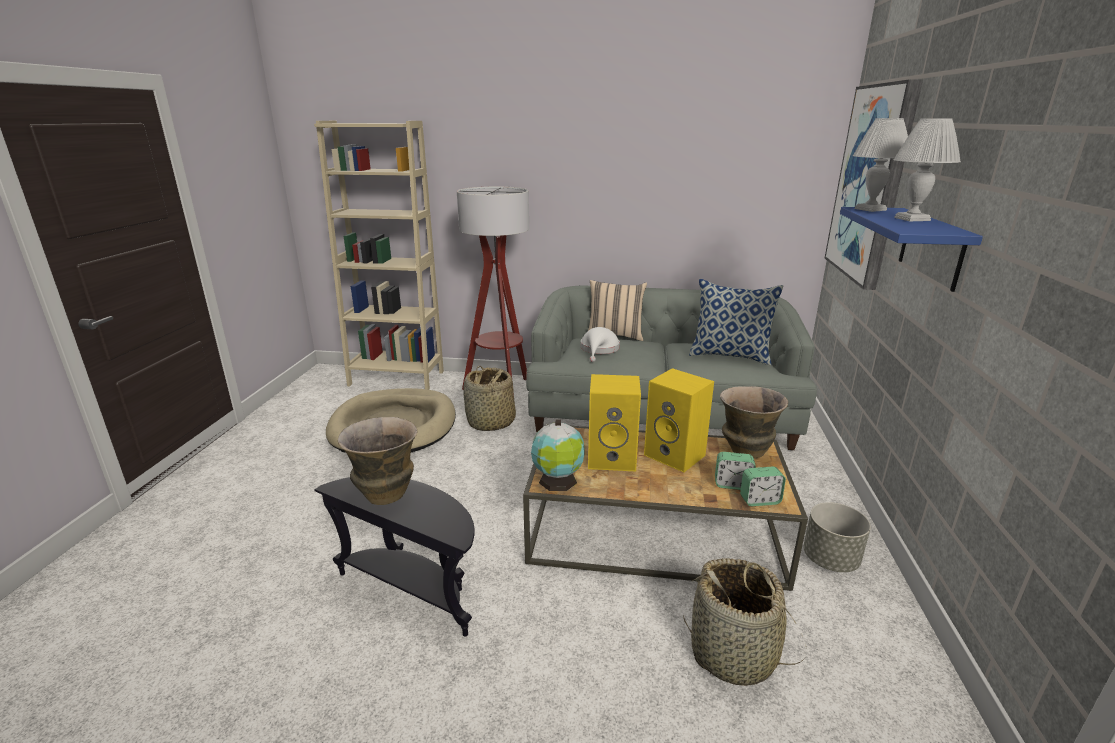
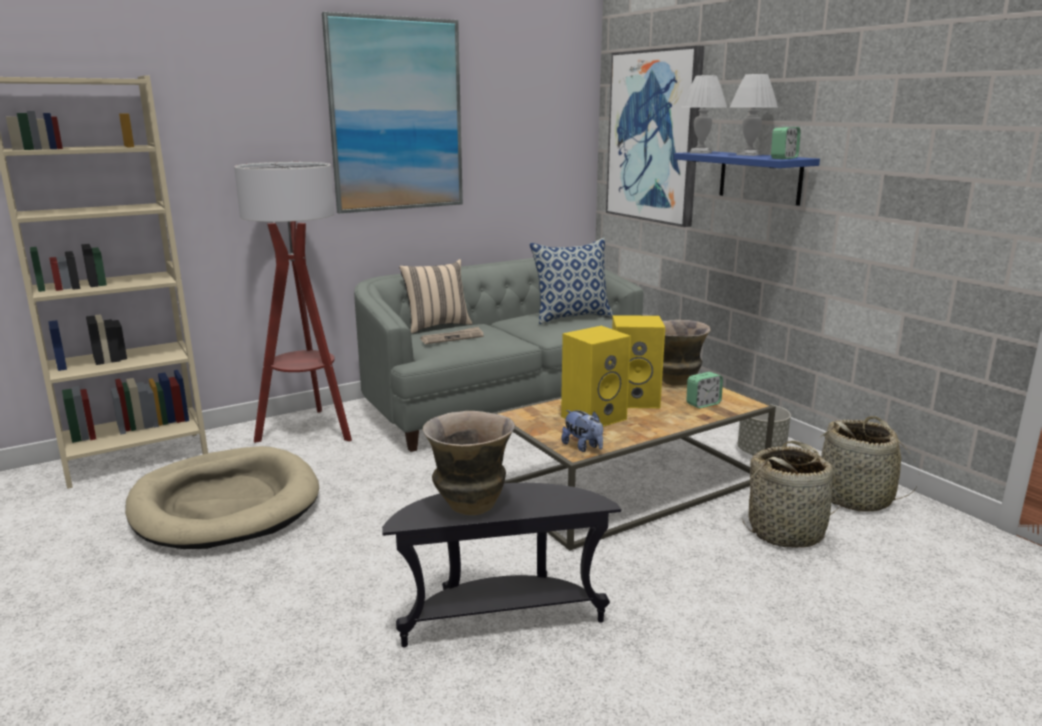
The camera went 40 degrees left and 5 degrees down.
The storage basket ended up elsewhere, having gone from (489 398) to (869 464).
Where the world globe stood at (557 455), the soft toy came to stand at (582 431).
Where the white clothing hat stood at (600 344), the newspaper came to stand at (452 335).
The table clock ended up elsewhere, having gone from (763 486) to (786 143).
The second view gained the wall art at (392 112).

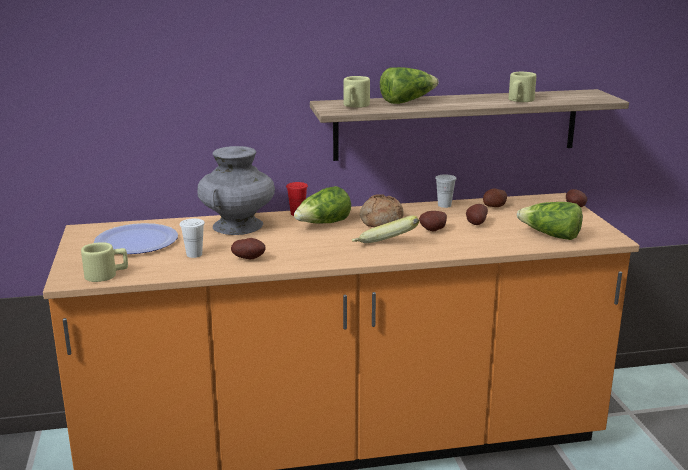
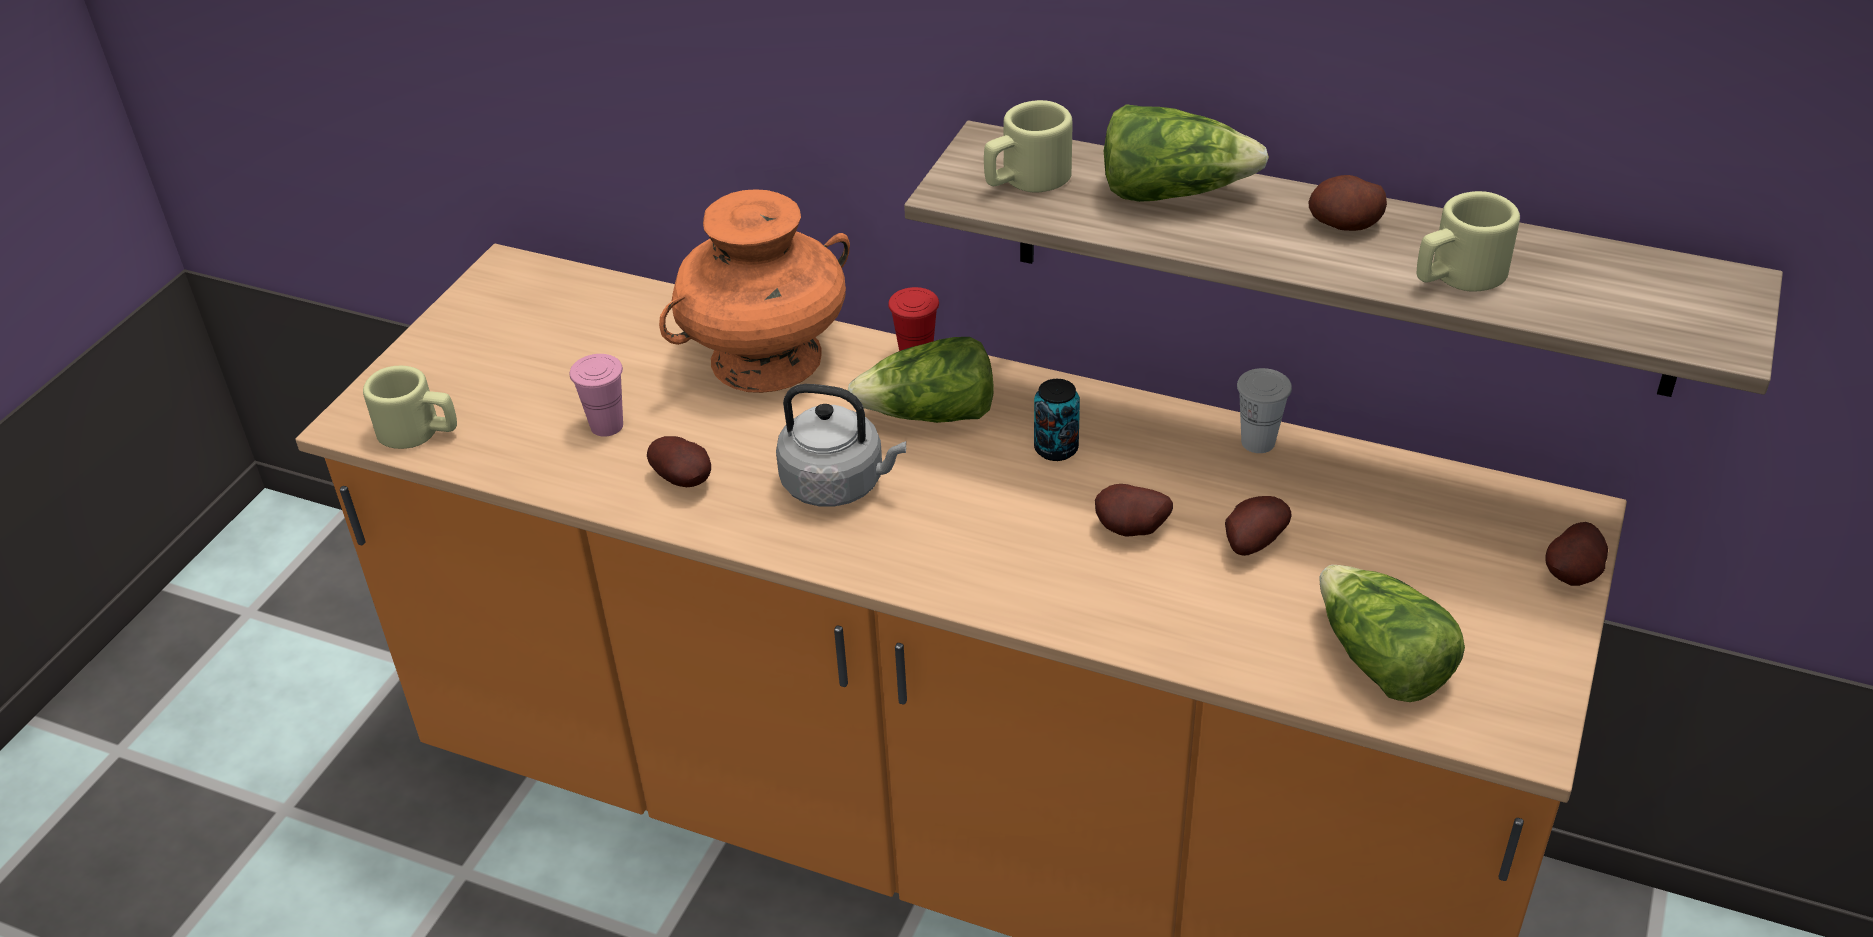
The camera went 35 degrees right and 20 degrees up.
The second view lost the dinner plate at (136 238).
What was the white cup at (192 238) turned into the pink cup at (596 395).
What was the greyish vase at (236 190) turned into the orange vase at (754 291).
The second view lost the banana fruit at (385 229).
Where the bakery bread stood at (381 210), the sealed can came to stand at (1057 420).
The whole potato ended up elsewhere, having gone from (495 197) to (1347 203).
The second view gained the greyish water kettle at (841 445).

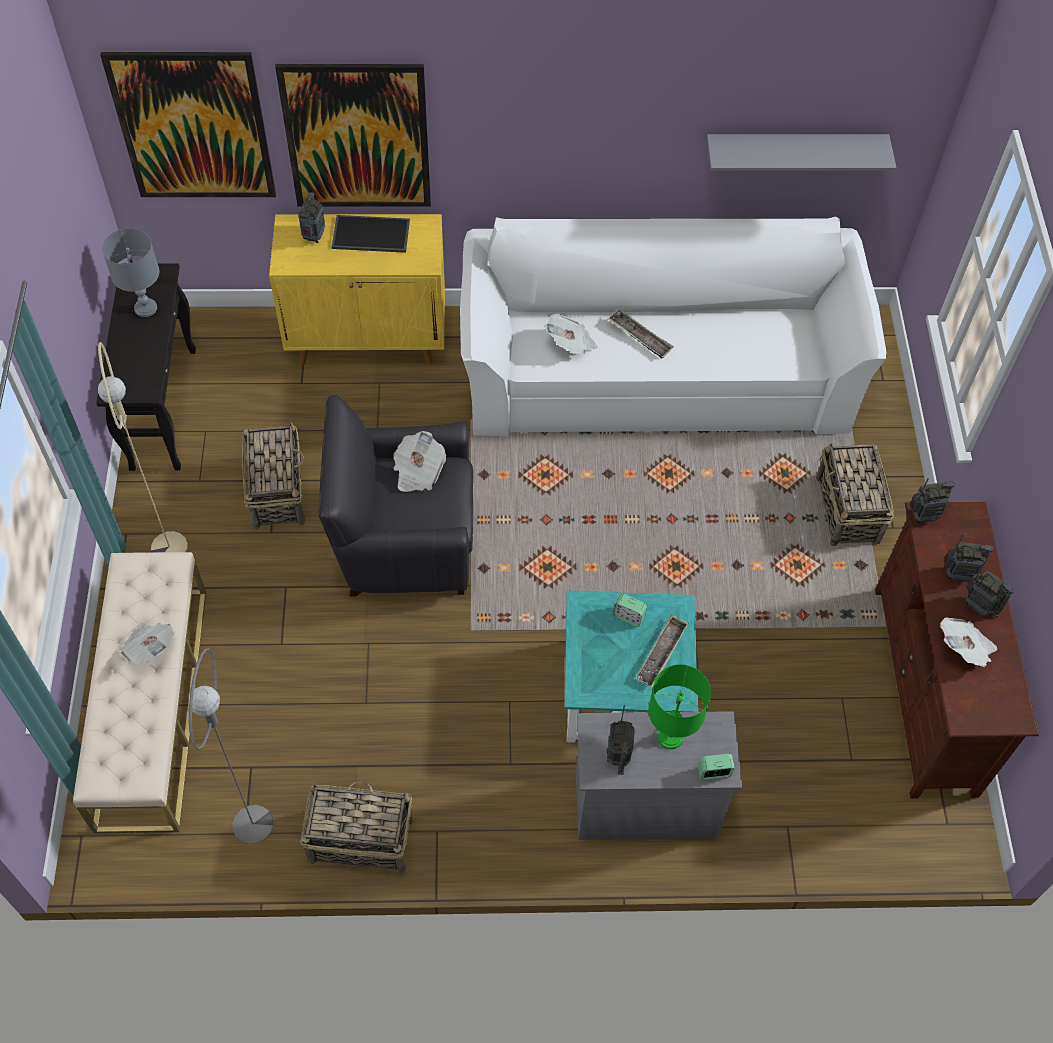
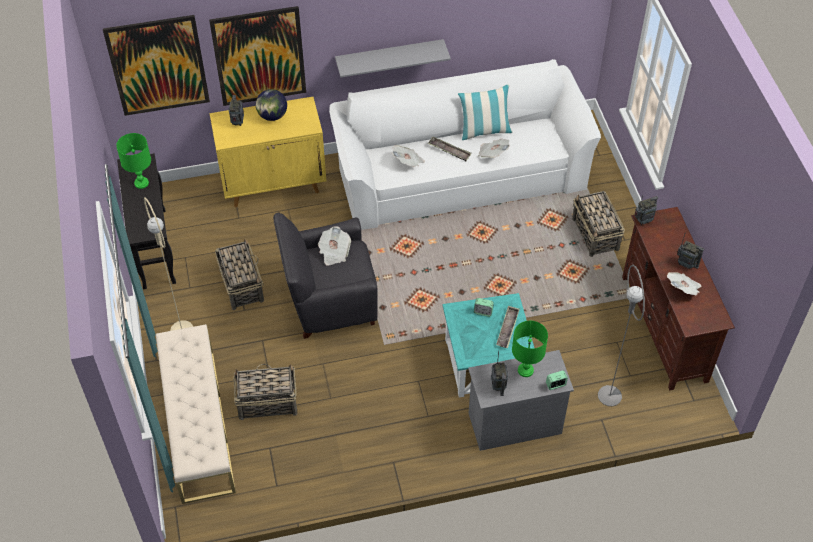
The camera went 10 degrees left and 5 degrees down.
What was the greyish table lamp at (130 272) turned into the green-coloured table lamp at (133 161).
The newspaper ended up elsewhere, having gone from (147 644) to (494 148).
The greyish standard lamp ended up elsewhere, having gone from (231 746) to (621 335).
The storage basket ended up elsewhere, having gone from (356 827) to (265 392).
Where the tray stood at (371 234), the world globe came to stand at (271 105).
The greyish wall shelf ended up elsewhere, having gone from (801 152) to (393 58).
The second view lost the radio set at (969 558).
The second view gained the pillow at (485 112).

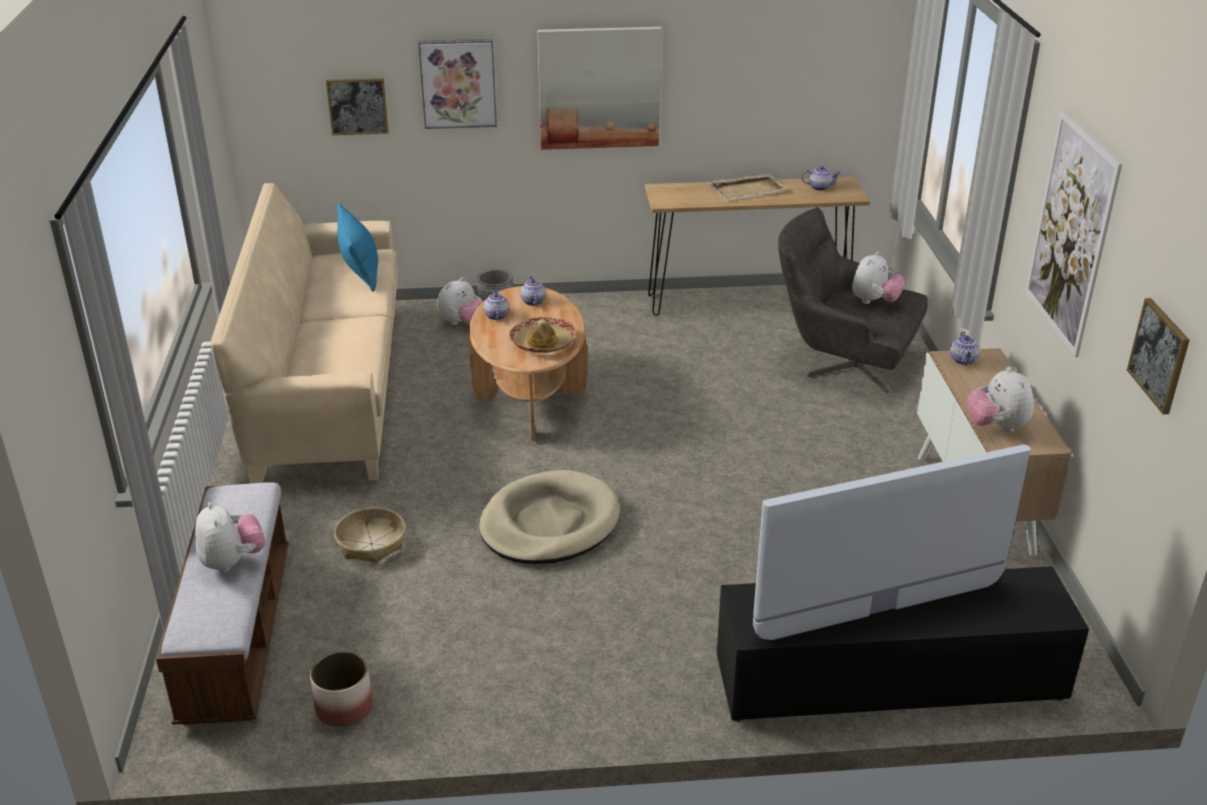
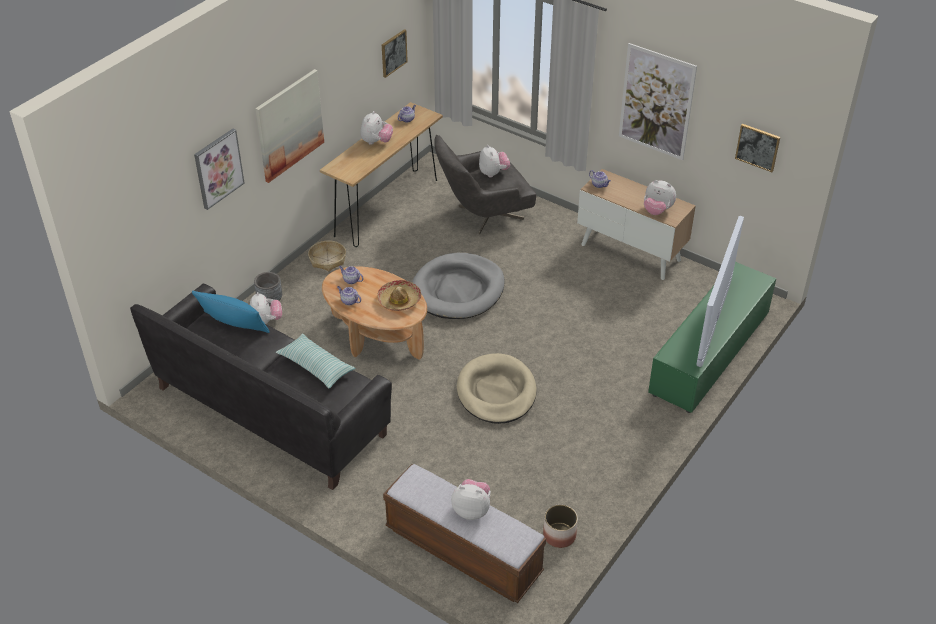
The camera went 50 degrees left and 10 degrees up.
What was the beige settee at (304 333) turned into the black settee at (261 387).
The wall art ended up elsewhere, having gone from (357 106) to (395 53).
The storage basket ended up elsewhere, having gone from (369 535) to (327 255).
Where the beige tray stood at (747 187), the soft toy came to stand at (376 128).
What was the black tv unit at (903 644) turned into the green-coloured tv unit at (712 337).
The second view gained the pillow at (316 360).
The second view gained the greyish dog cushion at (458 286).

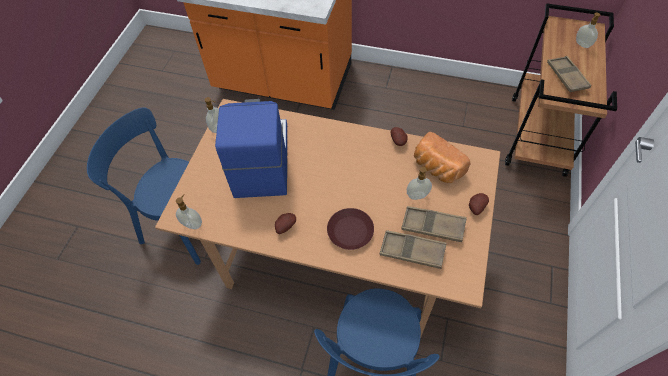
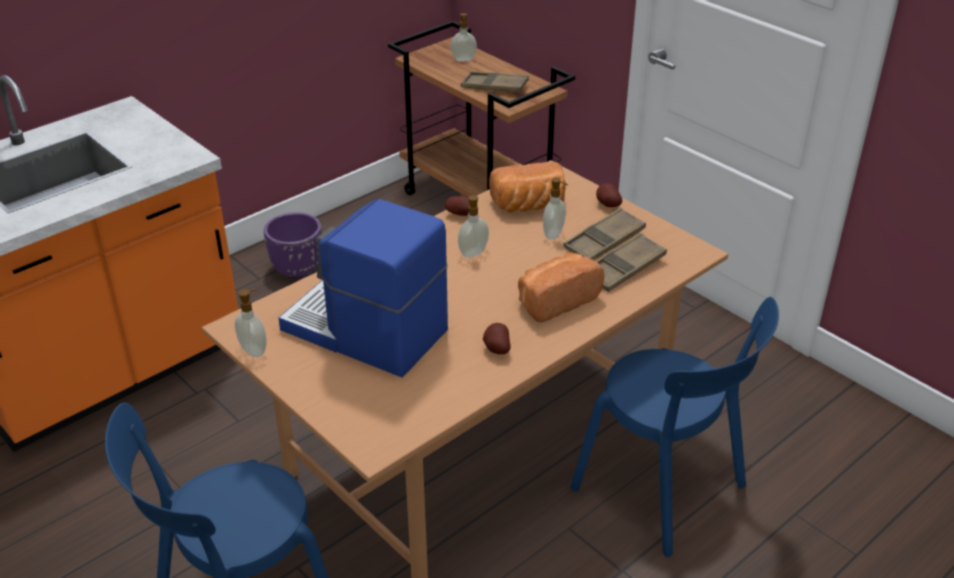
The camera went 60 degrees left and 20 degrees down.
The soap dispenser ended up elsewhere, having gone from (189 211) to (473 226).
Where the brownish dinner plate stood at (350 229), the bakery bread came to stand at (561 287).
The second view gained the purple-coloured flower pot at (293 245).

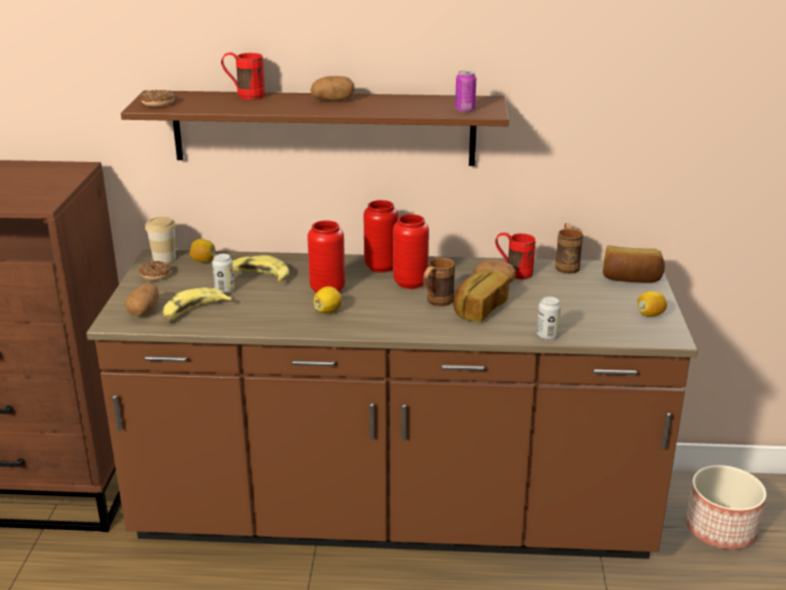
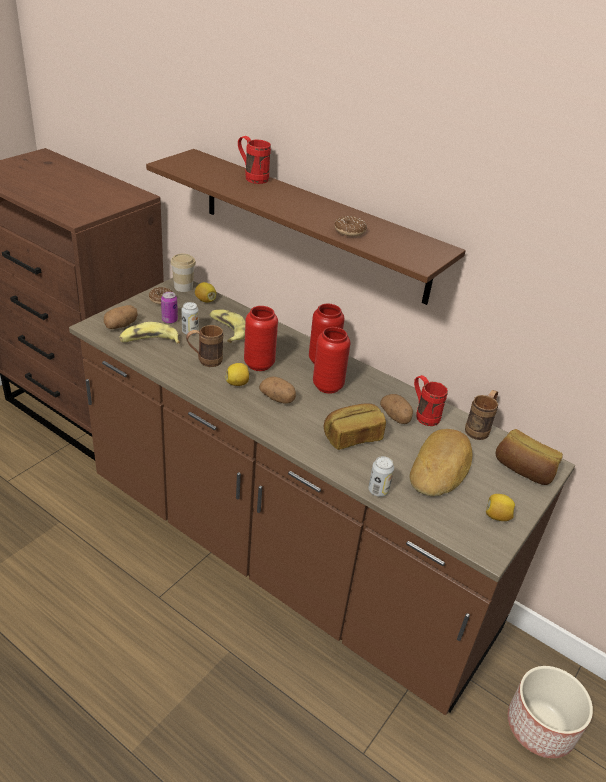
The camera went 30 degrees right and 10 degrees up.
The donut ended up elsewhere, having gone from (157 98) to (350 226).
The whole potato ended up elsewhere, having gone from (333 88) to (277 390).
The brownish coffee mug ended up elsewhere, having gone from (439 282) to (204 346).
The sealed can ended up elsewhere, having gone from (465 91) to (169 308).
The second view gained the bakery bread at (440 462).

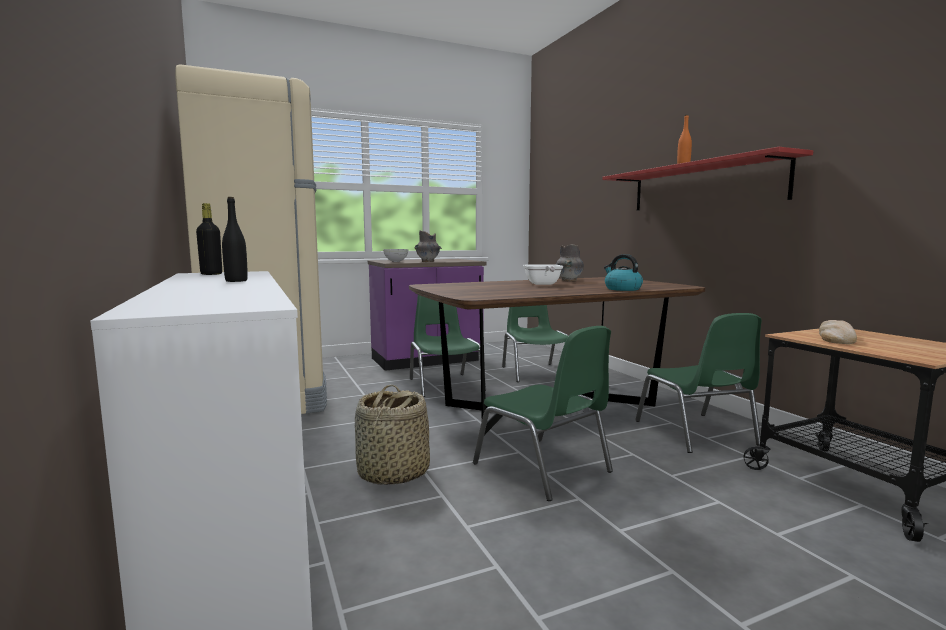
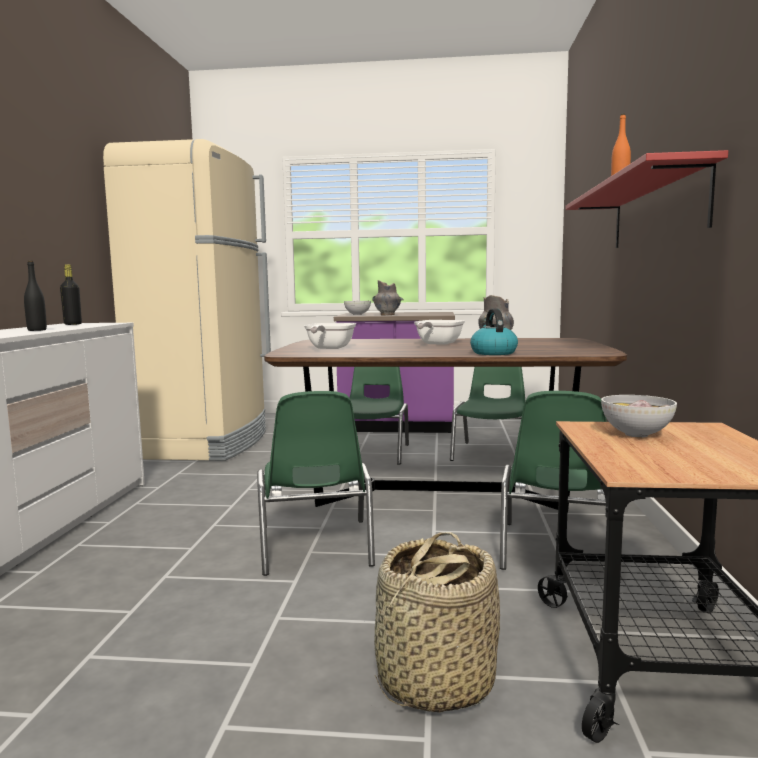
The camera went 30 degrees right and 0 degrees up.
The storage basket ended up elsewhere, having gone from (392 435) to (437 622).
Where the bakery bread stood at (838 332), the deep dish came to stand at (639 416).
The second view gained the frying pan at (330 336).

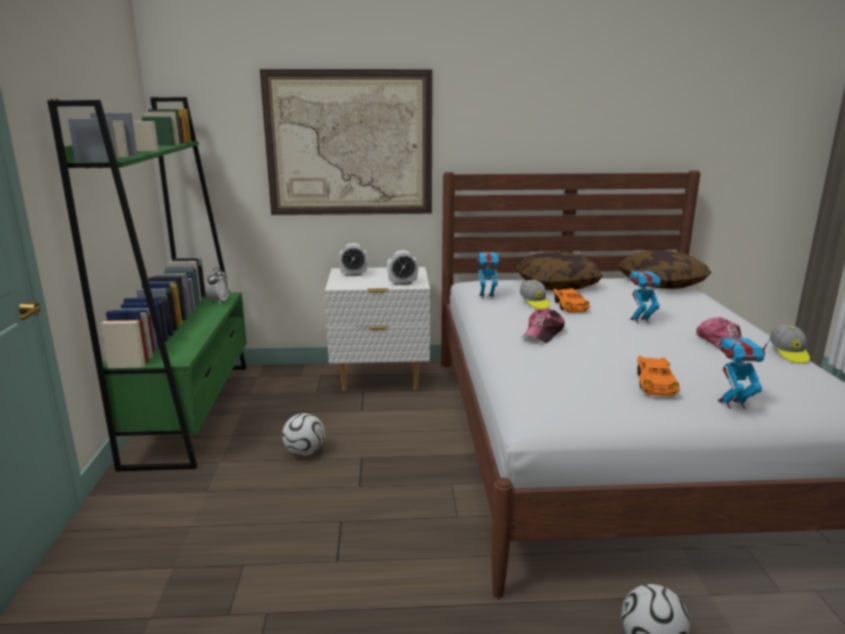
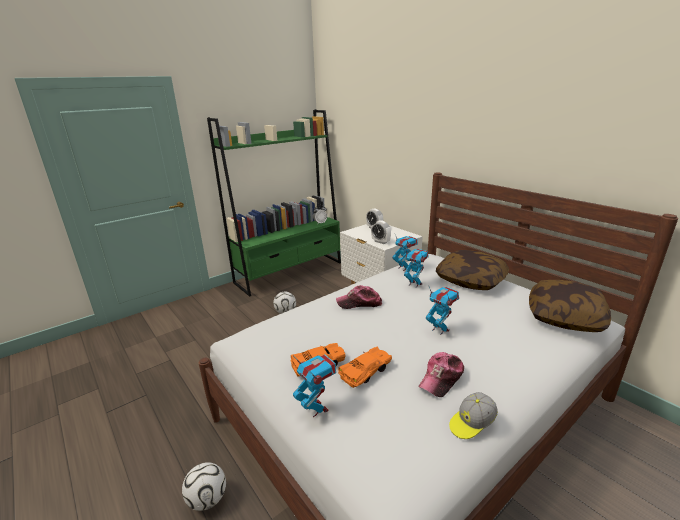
The camera went 55 degrees right and 5 degrees up.
The second view lost the wall art at (346 142).
Where the baseball cap stood at (535 294), the toy robot came to stand at (416 267).
The orange model car ended up elsewhere, having gone from (571 300) to (365 367).

